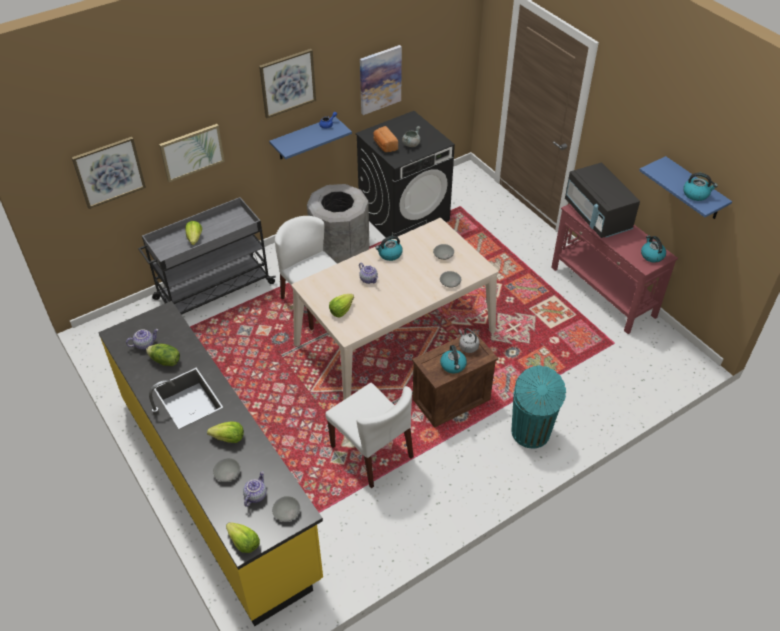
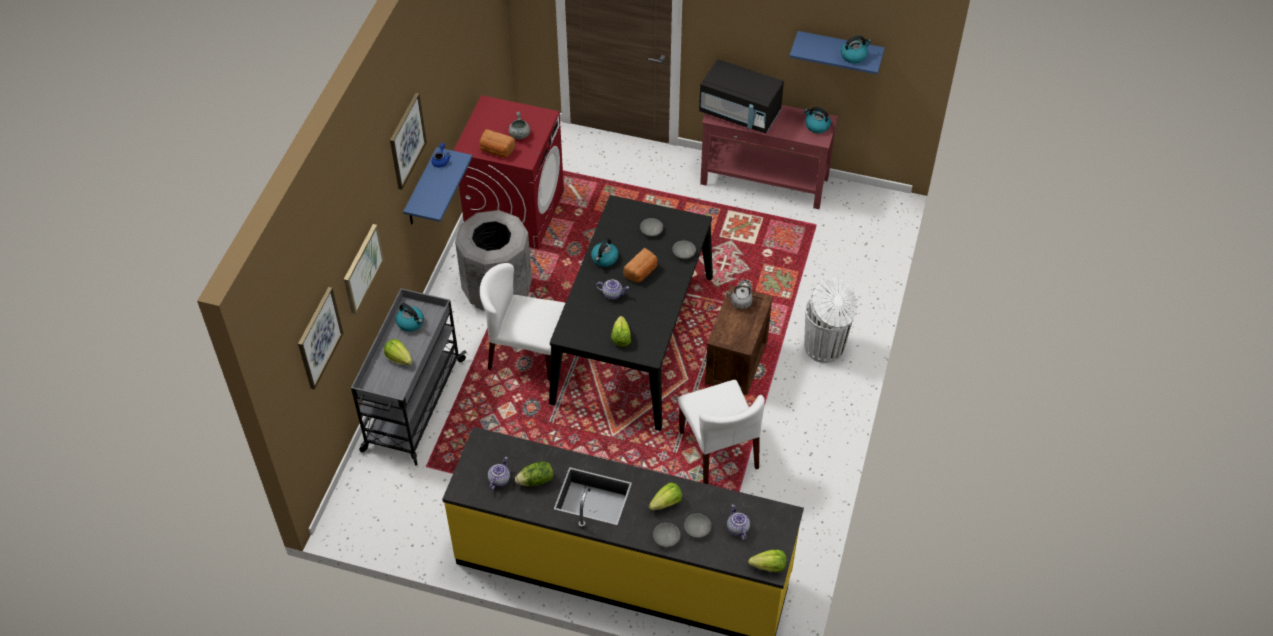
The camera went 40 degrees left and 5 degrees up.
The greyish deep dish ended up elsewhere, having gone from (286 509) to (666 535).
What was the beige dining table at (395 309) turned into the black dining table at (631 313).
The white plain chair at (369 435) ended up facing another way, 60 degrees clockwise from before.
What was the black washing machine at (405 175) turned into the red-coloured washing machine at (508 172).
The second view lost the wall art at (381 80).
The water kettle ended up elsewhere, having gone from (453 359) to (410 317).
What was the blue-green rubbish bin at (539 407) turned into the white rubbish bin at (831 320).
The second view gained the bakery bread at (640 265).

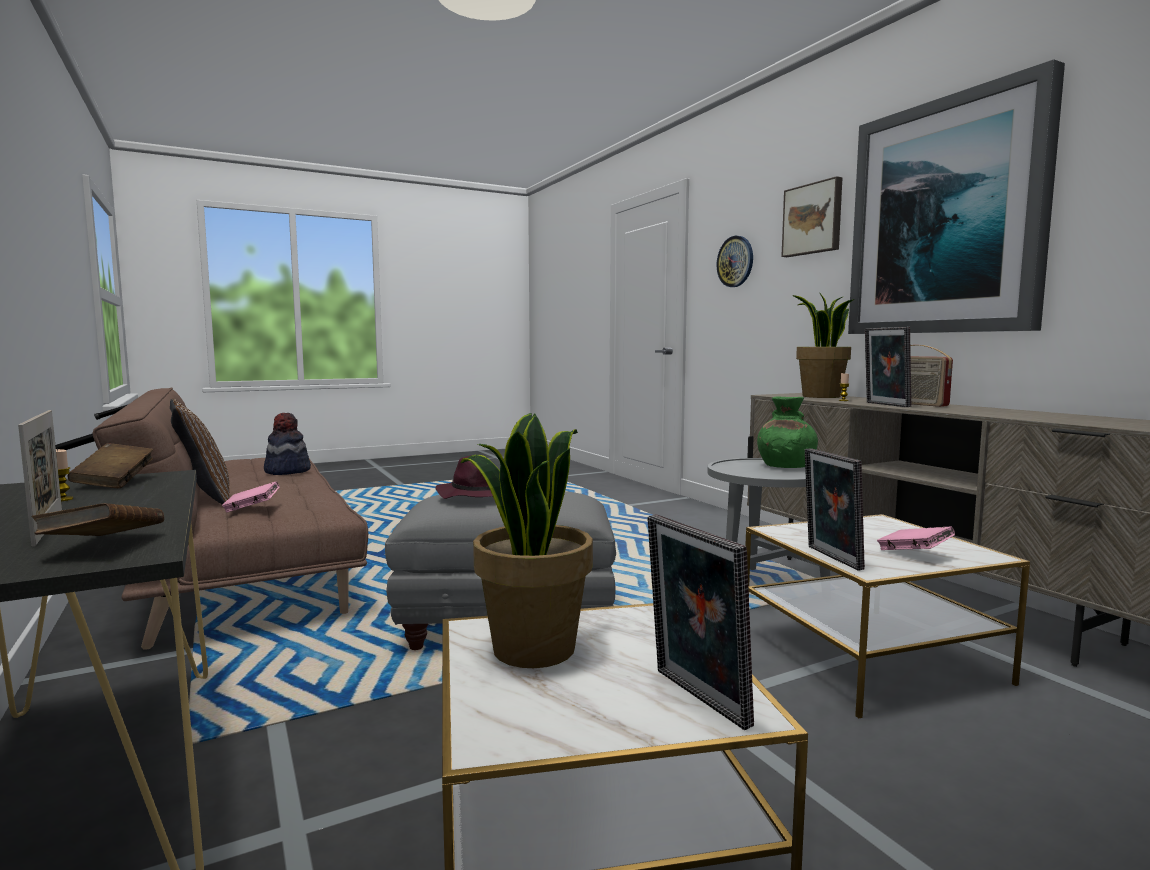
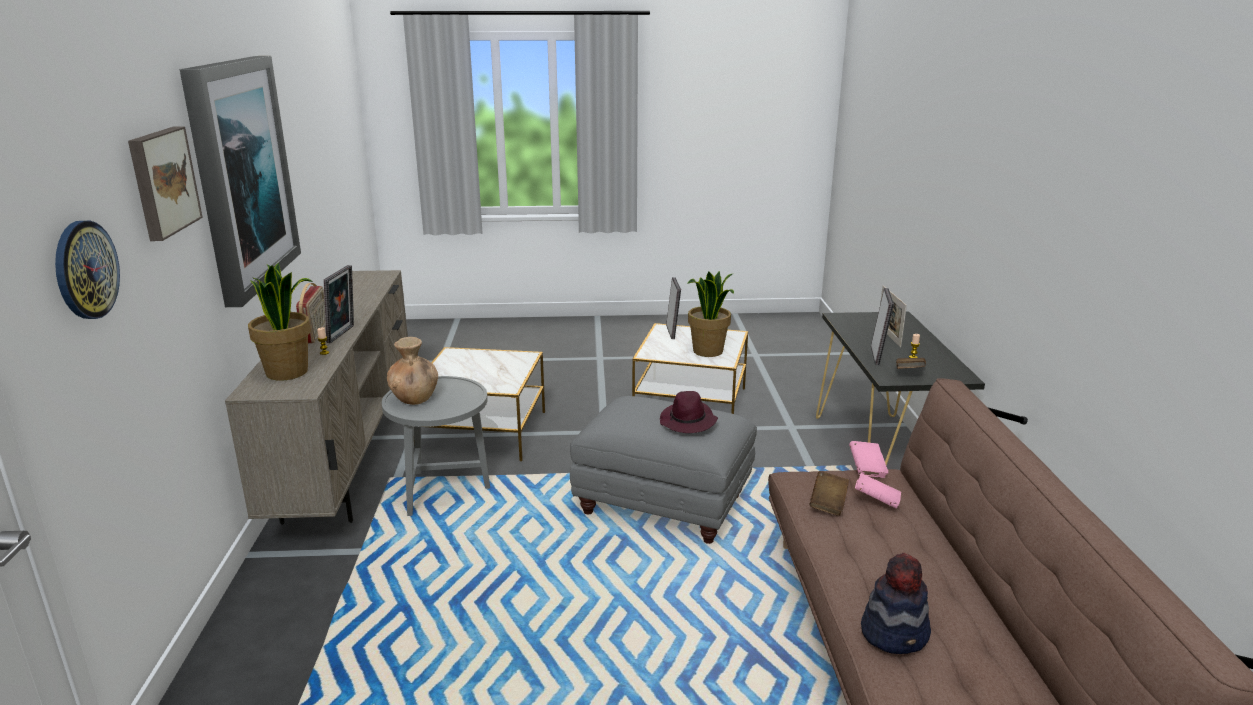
The camera went 155 degrees left and 15 degrees up.
The brownish volume ended up elsewhere, having gone from (98 519) to (829 493).
The second view lost the brownish pillow at (199 452).
What was the green-coloured vase at (787 432) turned into the brownish vase at (412 371).
The picture frame ended up elsewhere, having gone from (835 509) to (882 326).
The pink volume ended up elsewhere, having gone from (916 538) to (869 459).

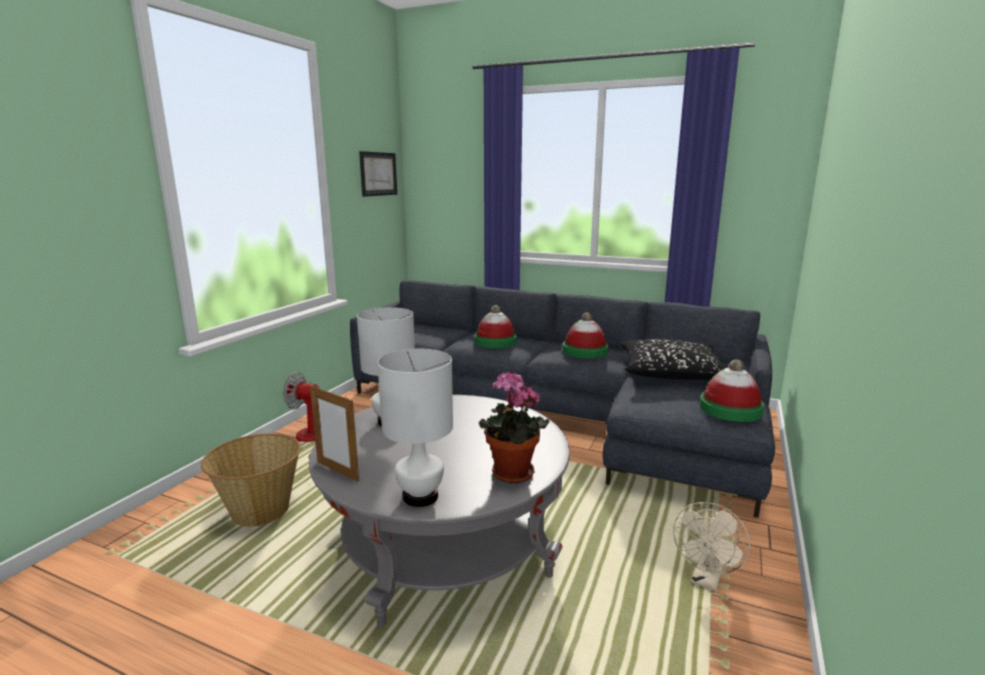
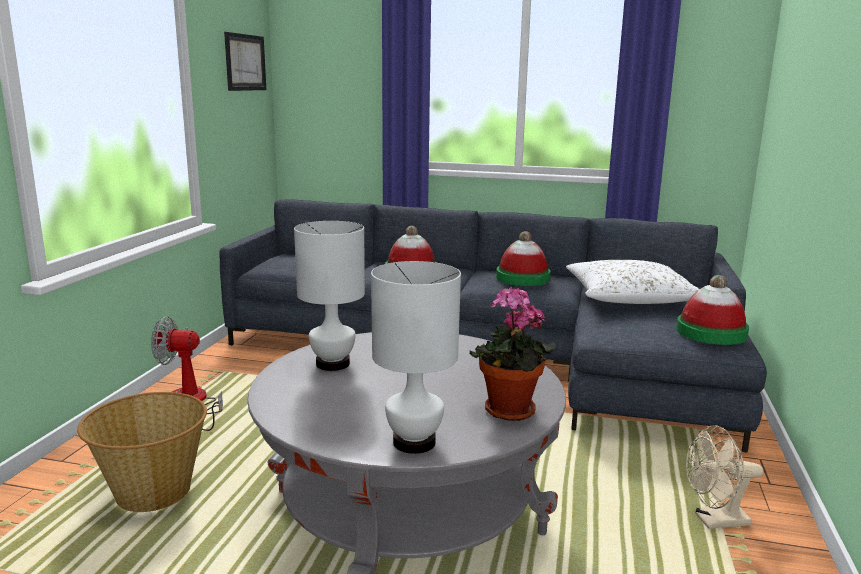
The camera went 10 degrees left and 0 degrees up.
The second view lost the picture frame at (334 433).
What was the black pillow at (673 359) turned into the white pillow at (632 282).
The beige fan at (711 546) ended up facing another way, 60 degrees clockwise from before.

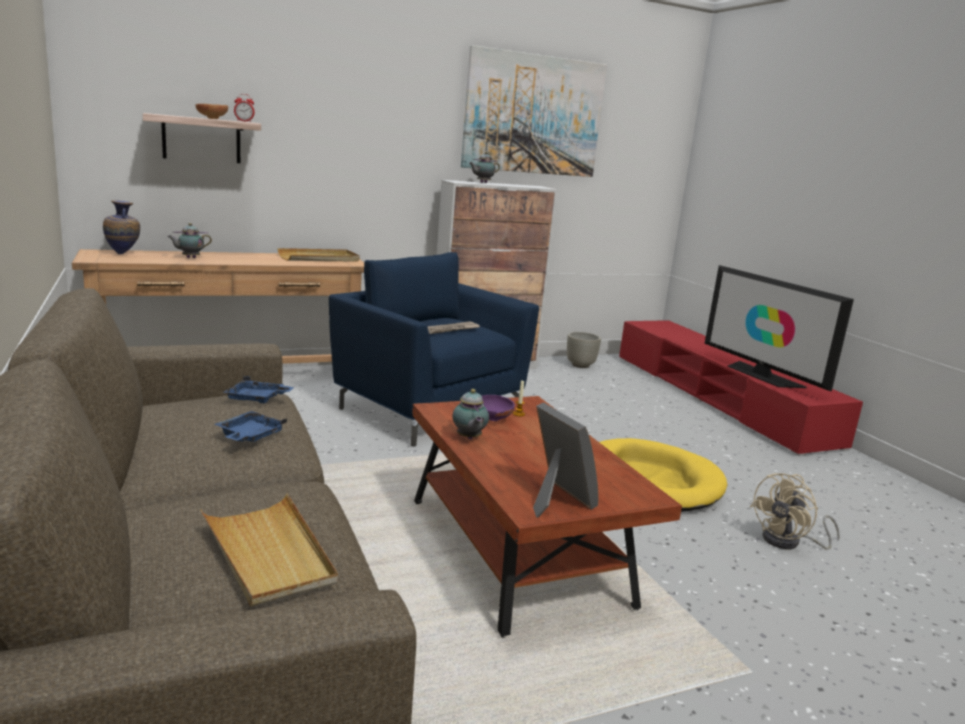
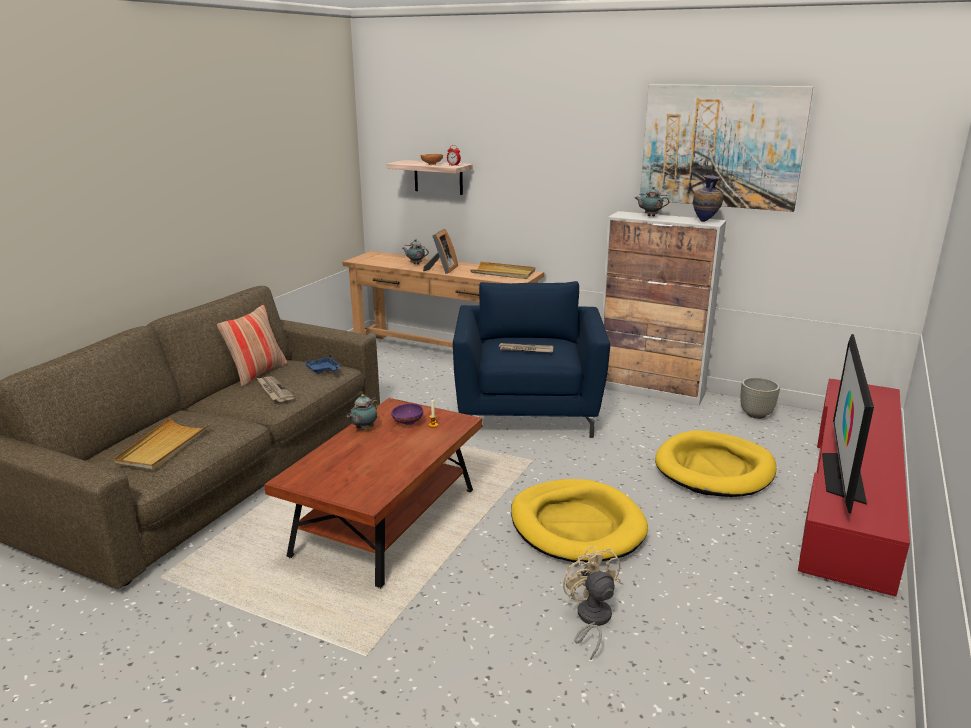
The camera went 50 degrees right and 5 degrees up.
The vase ended up elsewhere, having gone from (121 227) to (708 198).
Where the bluish tray stood at (251 426), the newspaper came to stand at (276 389).
The picture frame ended up elsewhere, having gone from (566 459) to (440 251).
The beige fan at (795 511) ended up facing another way, 60 degrees clockwise from before.
The second view gained the pillow at (252 346).
The second view gained the yellow dog cushion at (716 463).

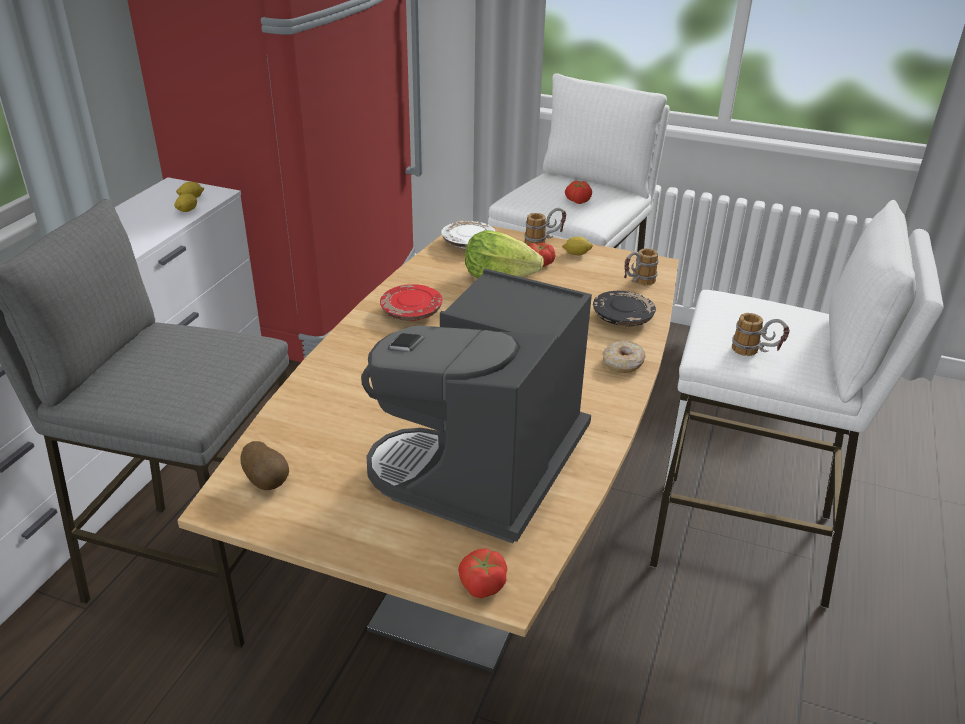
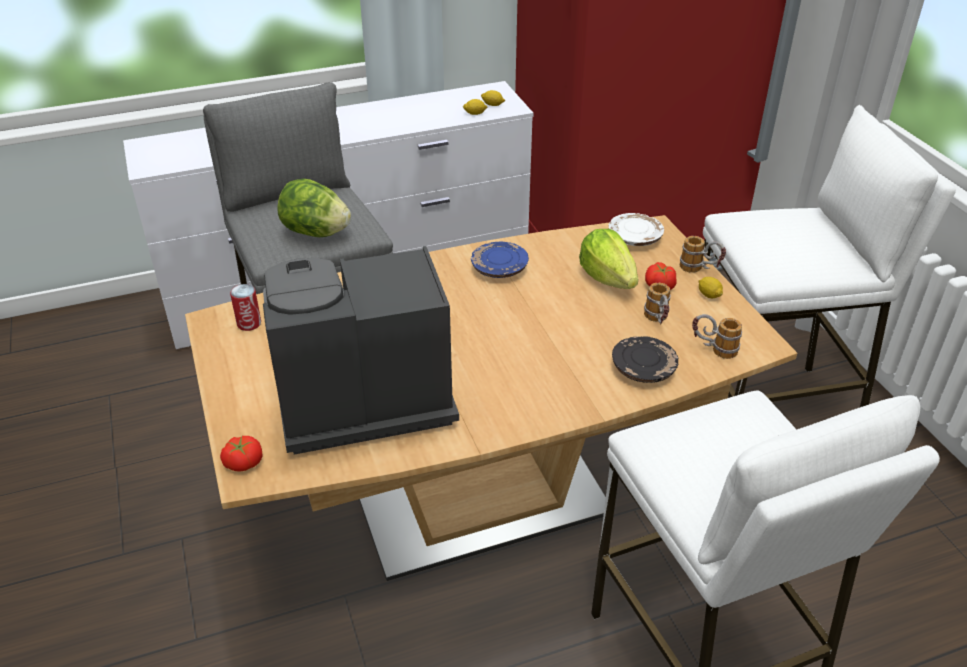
The camera went 50 degrees right and 5 degrees up.
Where the whole potato stood at (265 465), the sealed can came to stand at (245 307).
What was the red-coloured dinner plate at (411 302) turned into the bluish dinner plate at (500 260).
The second view lost the fresh tomato at (578 192).
The second view lost the donut at (623 357).
The coffee mug ended up elsewhere, having gone from (761 334) to (657 303).
The second view gained the lettuce head at (314 208).

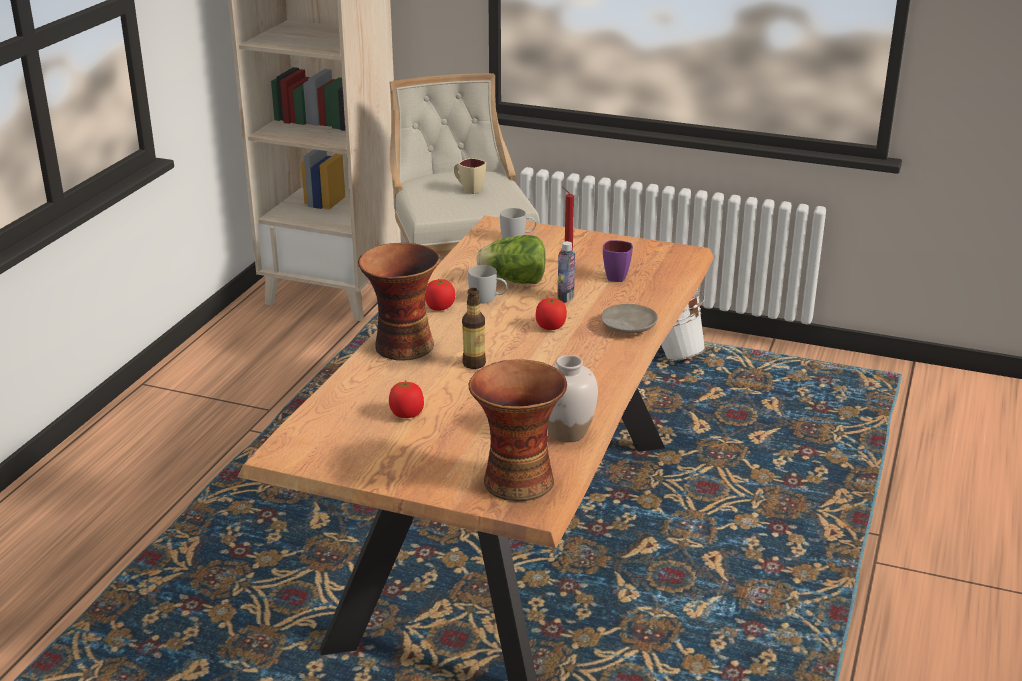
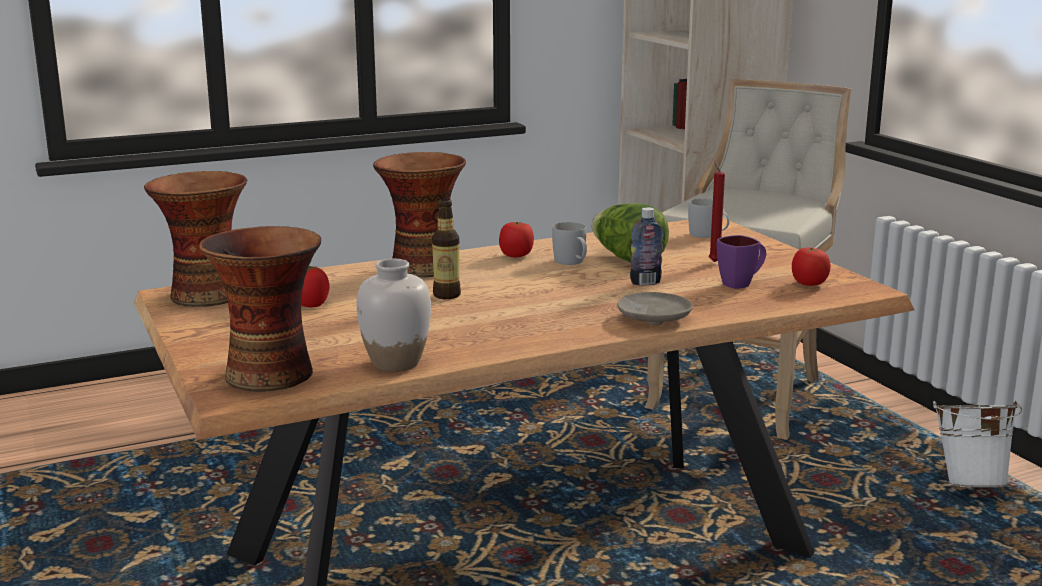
The camera went 45 degrees right and 10 degrees down.
The second view lost the beige coffee mug at (470 176).
The fresh tomato ended up elsewhere, having gone from (551 314) to (811 266).
The second view gained the vase at (195 239).

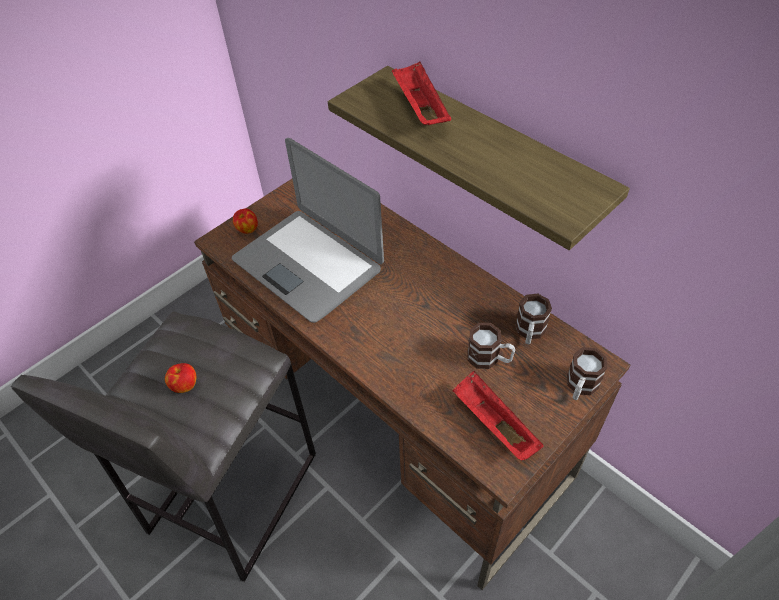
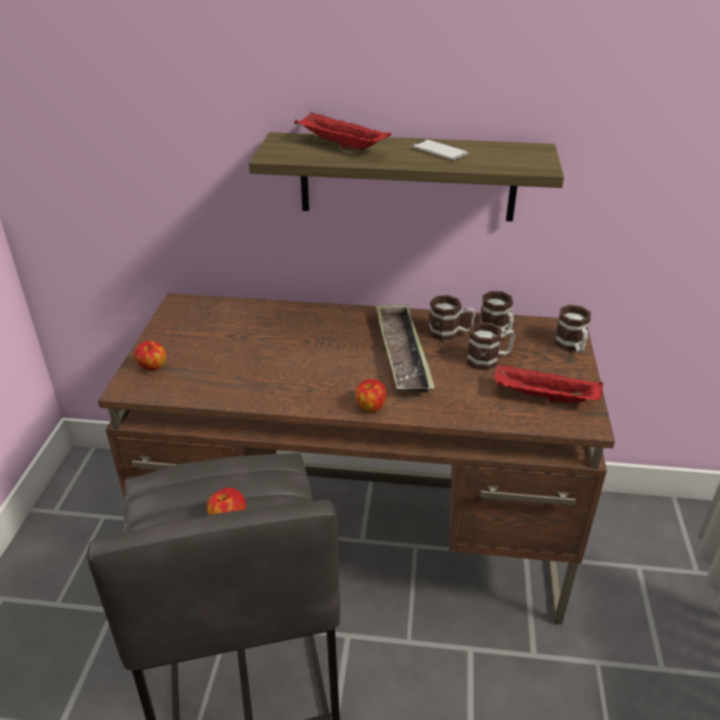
The camera went 40 degrees left and 15 degrees down.
The second view lost the notebook computer at (308 230).
The second view gained the apple at (370 395).
The second view gained the tray at (405 348).
The second view gained the phone at (440 149).
The second view gained the coffee mug at (451 318).

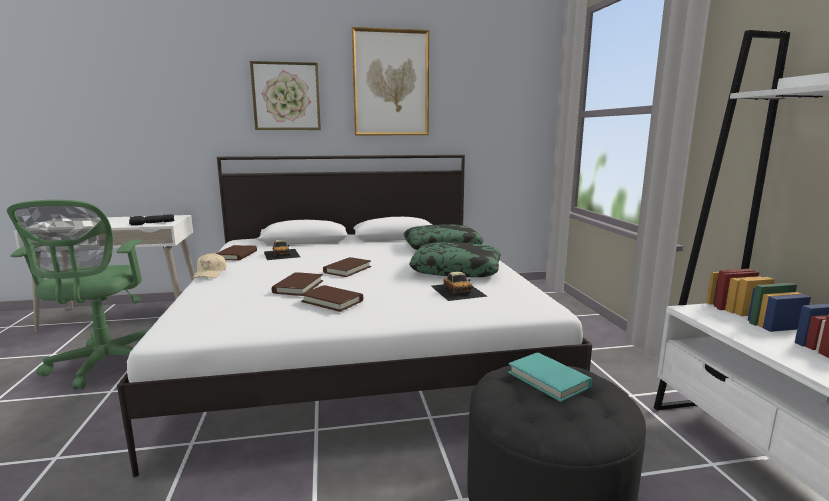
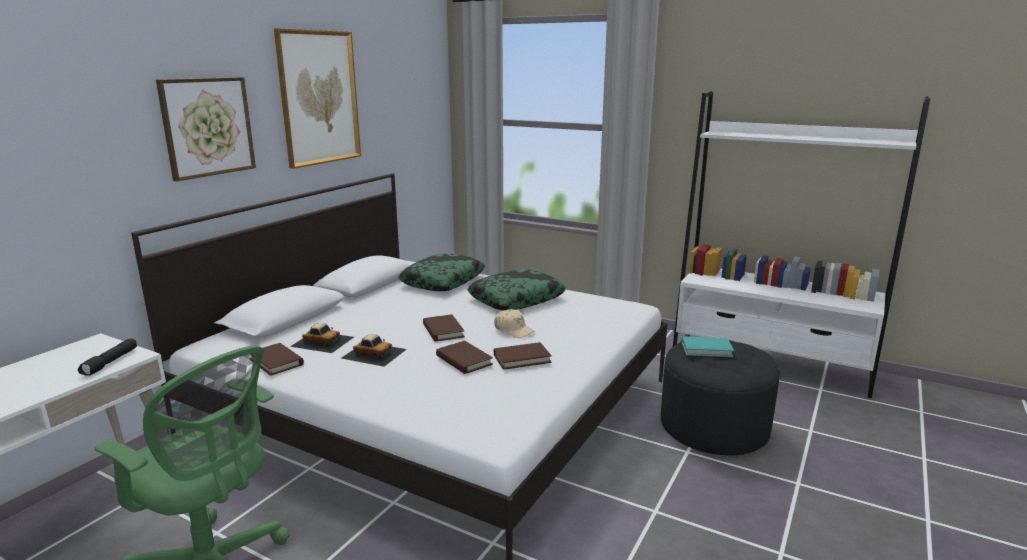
The camera went 50 degrees left and 5 degrees up.
The beige baseball cap ended up elsewhere, having gone from (209 265) to (514 323).
The model car ended up elsewhere, having gone from (459 286) to (374 350).

